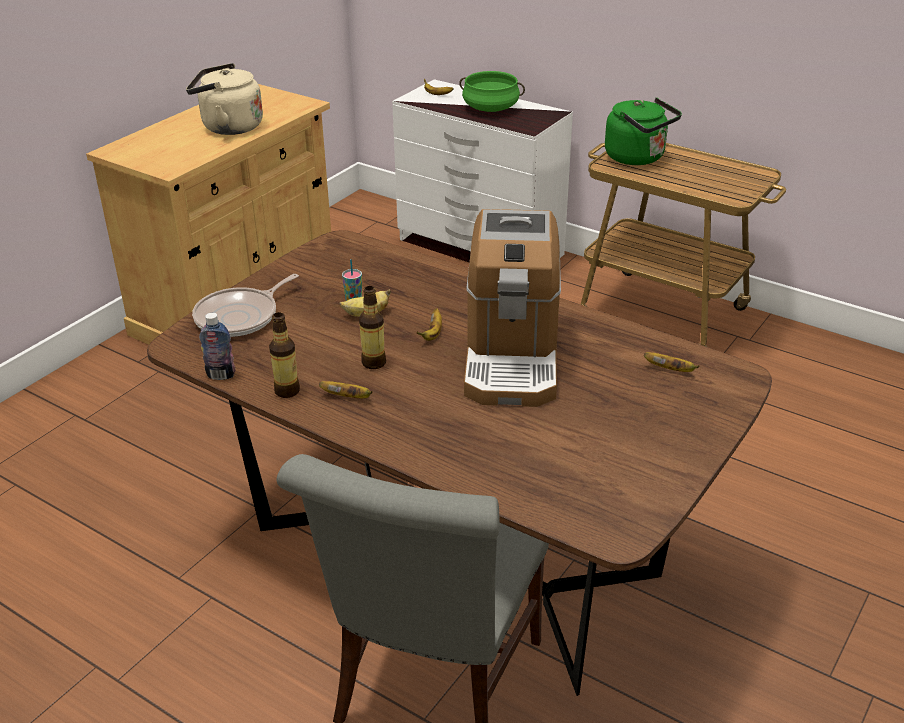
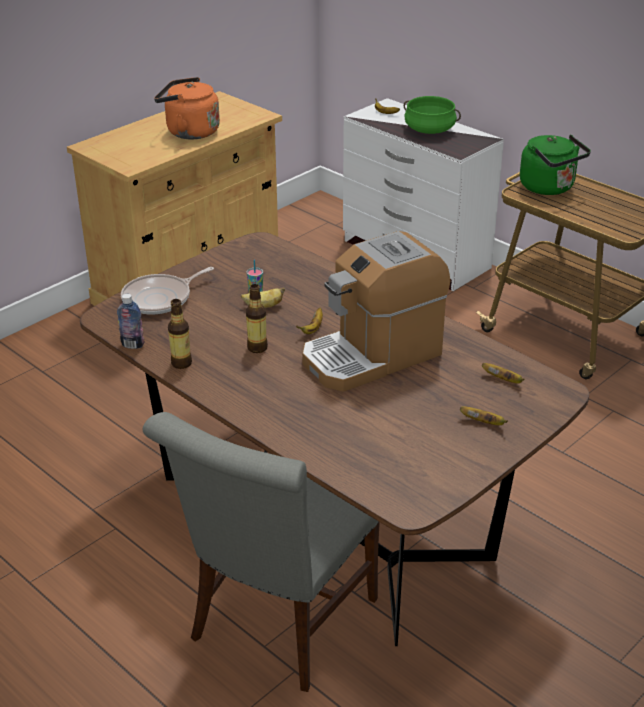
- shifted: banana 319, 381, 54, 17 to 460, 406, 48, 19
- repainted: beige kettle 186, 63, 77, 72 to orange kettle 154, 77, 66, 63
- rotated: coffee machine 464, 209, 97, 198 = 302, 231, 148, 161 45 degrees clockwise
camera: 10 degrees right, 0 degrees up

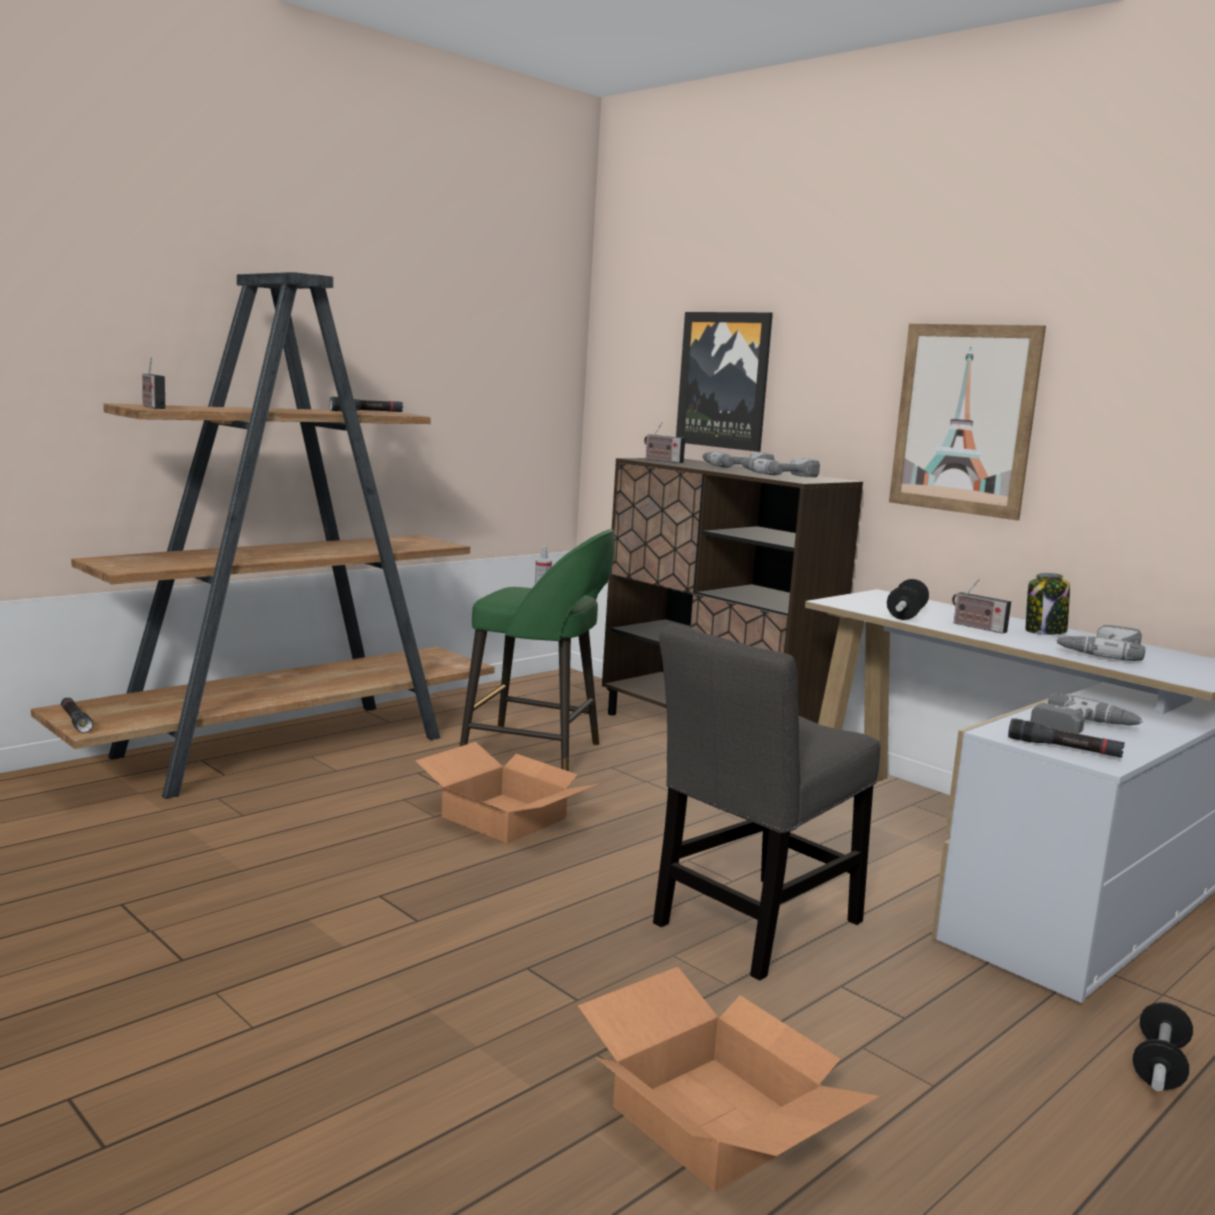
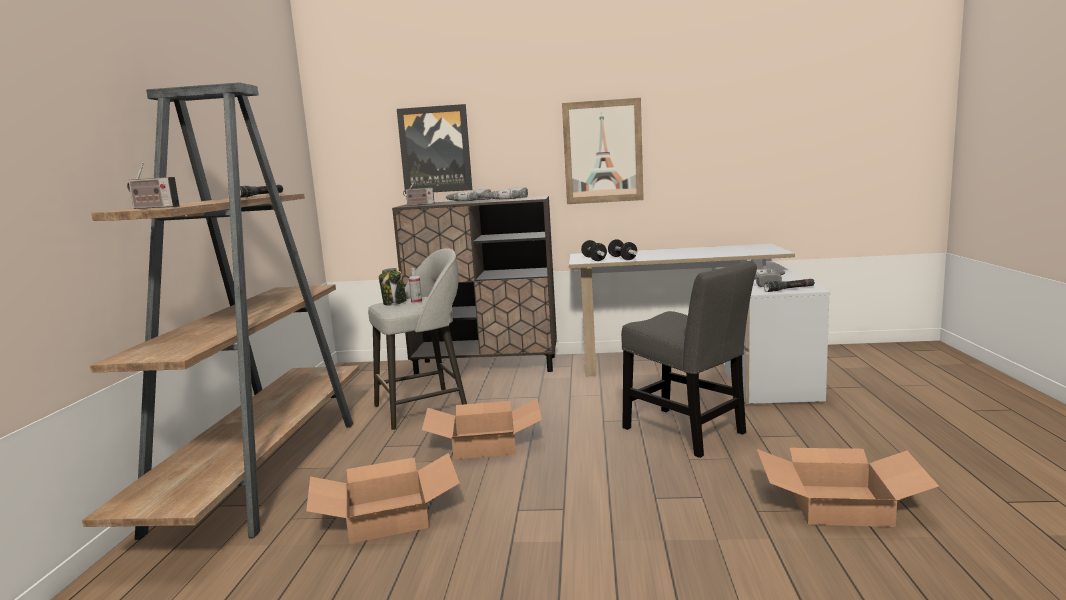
- gone: black flashlight 61, 698, 32, 35
- gone: radio 952, 579, 59, 55
- gone: power drill 1055, 625, 90, 36
- new: cardboard box 306, 453, 154, 91
- shifted: jar 1026, 573, 44, 62 to 379, 268, 28, 38
- shifted: dumbbell 1133, 1002, 60, 89 to 581, 240, 26, 21
- repainted: green stool 460, 529, 155, 242 to grey stool 368, 248, 99, 182
- rotated: grey chair 653, 624, 227, 356 = 621, 261, 136, 197 45 degrees counterclockwise
camera: 40 degrees left, 0 degrees up

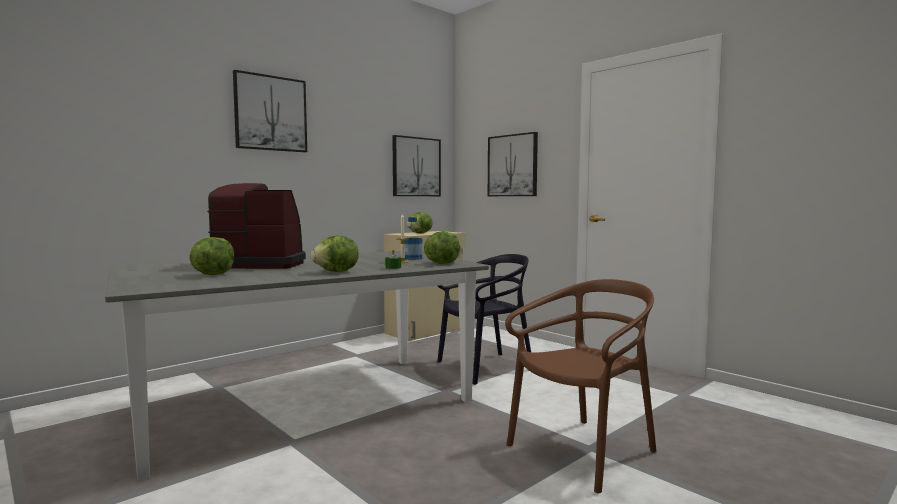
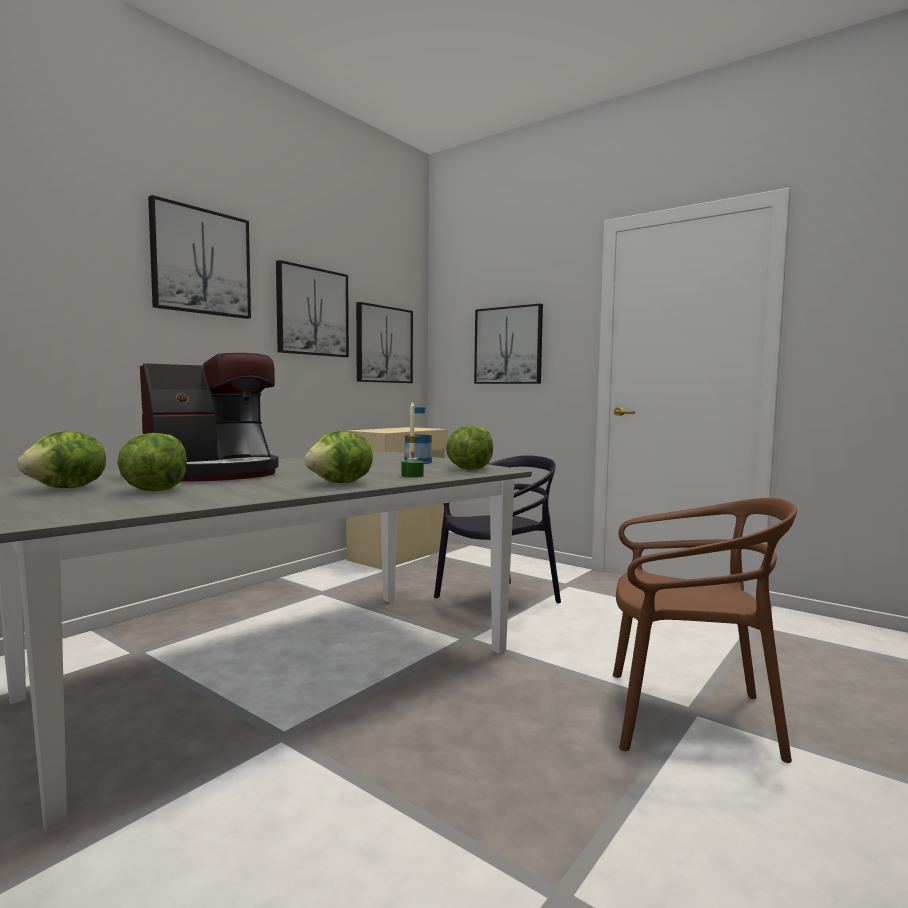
- new: picture 276, 260, 73, 97
- shifted: lettuce 407, 212, 26, 22 to 17, 431, 89, 57
- rotated: coffee machine 207, 183, 99, 86 = 140, 353, 139, 128 150 degrees clockwise
- rotated: brown chair 505, 279, 152, 214 = 613, 498, 184, 265 60 degrees clockwise
camera: 10 degrees left, 0 degrees up

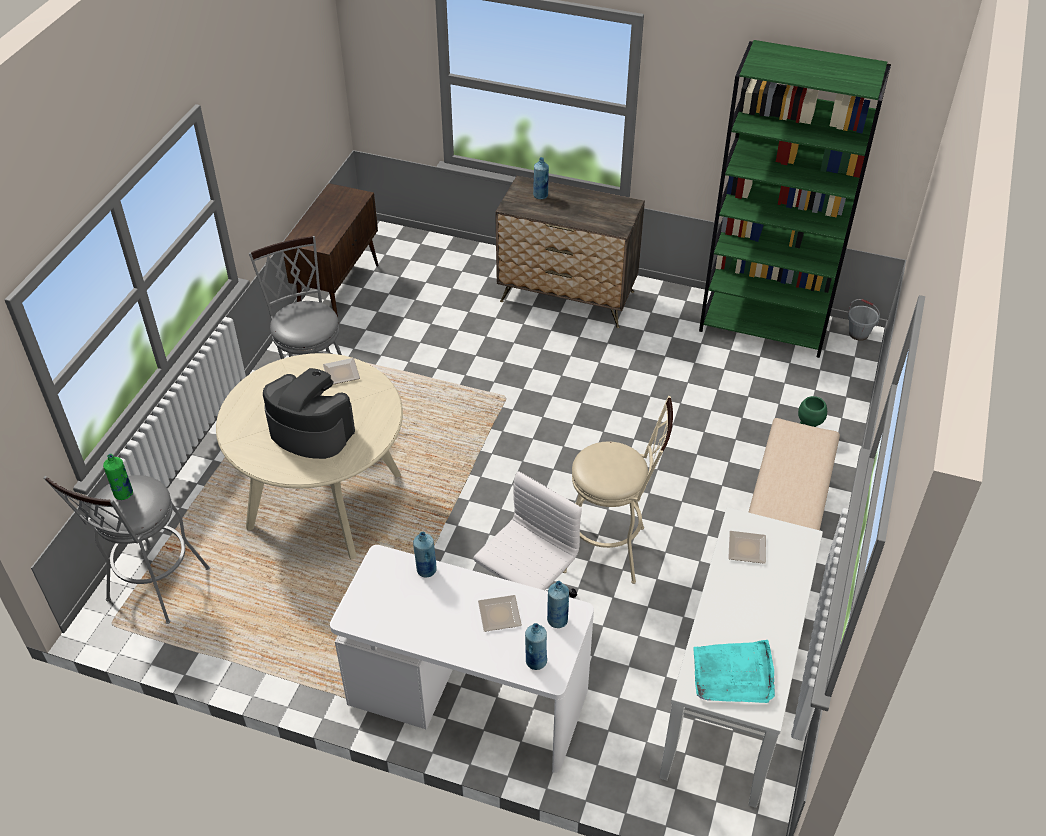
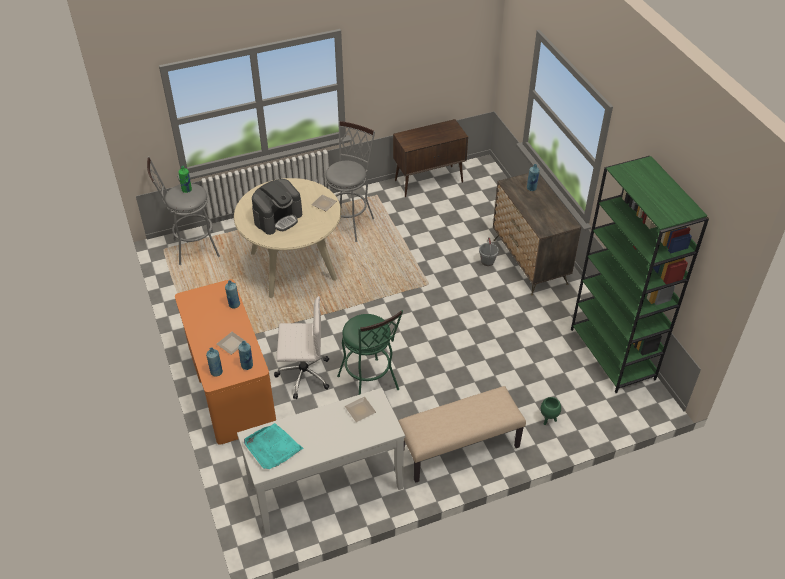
- shifted: grey bucket 848, 299, 32, 42 to 479, 237, 20, 29
- repainted: white desk 330, 545, 264, 228 to orange desk 175, 279, 101, 166
- repainted: beige stool 563, 396, 110, 188 to green stool 337, 310, 66, 85
- rotated: coffee machine 263, 368, 92, 91 = 252, 179, 50, 56 60 degrees clockwise
camera: 50 degrees right, 0 degrees up

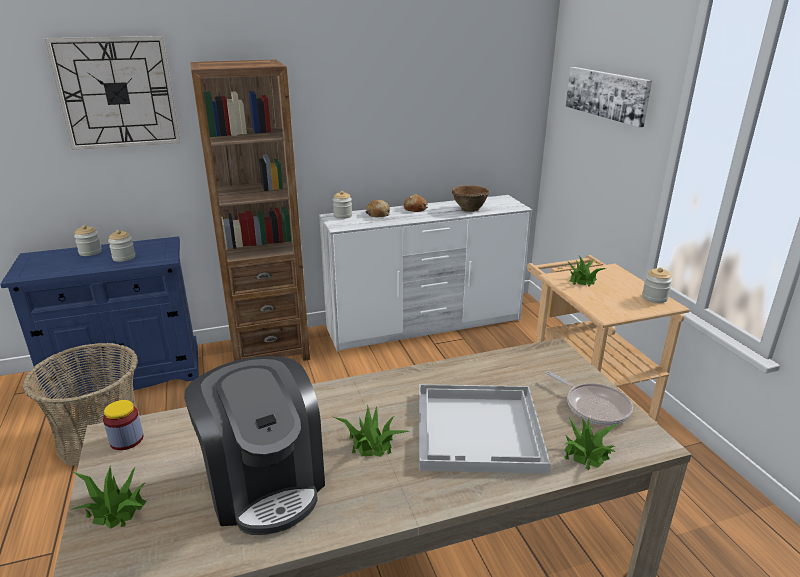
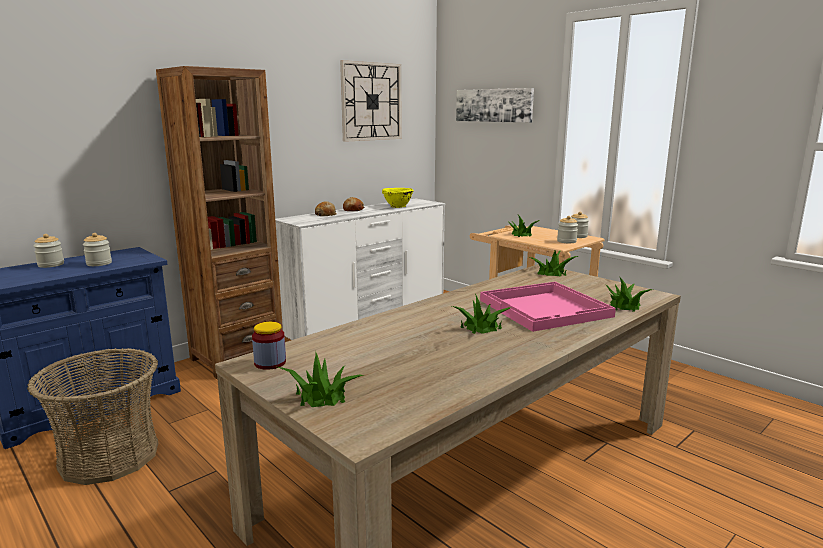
- gone: coffee machine 184, 356, 141, 179
- gone: frying pan 546, 371, 87, 54
- new: potted plant 530, 250, 48, 26
- shifted: wall clock 45, 36, 135, 114 to 340, 60, 62, 82
- shifted: jar 332, 191, 20, 28 to 557, 216, 21, 27
- repainted: white tray 419, 384, 131, 90 to pink tray 480, 282, 136, 50
- repainted: brown bowl 452, 185, 37, 27 to yellow bowl 382, 188, 32, 20
camera: 25 degrees left, 10 degrees down

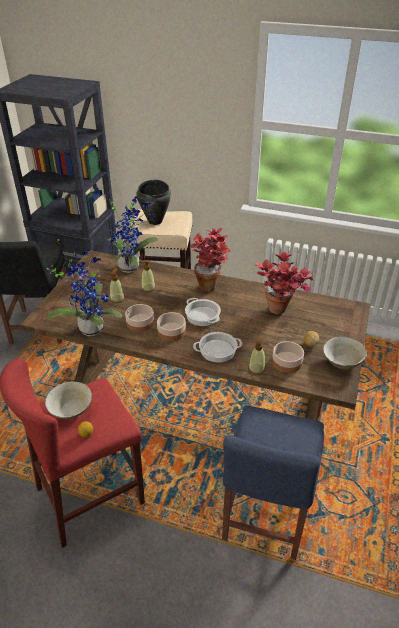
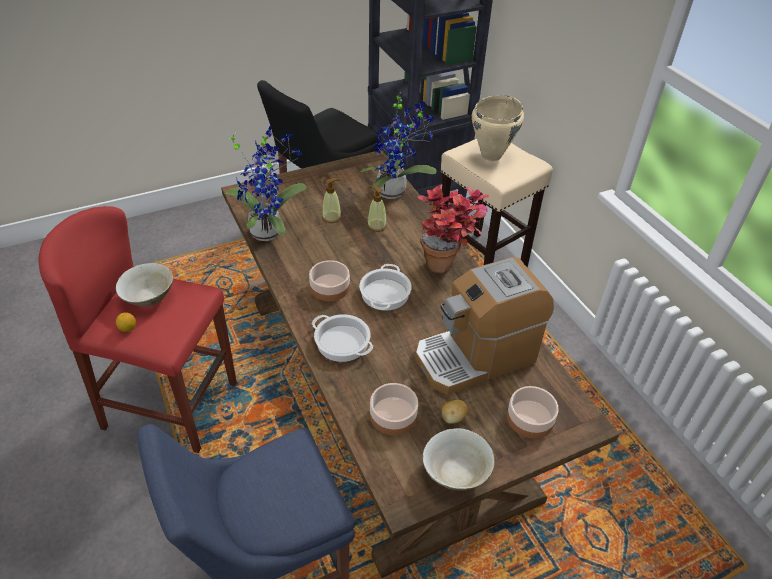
- gone: soap dispenser 248, 335, 17, 40
- shifted: bowl 125, 304, 29, 28 to 507, 386, 52, 53
- swapped: potted plant 255, 252, 58, 63 to coffee machine 415, 257, 139, 138
- repainted: black cooking pot 136, 180, 35, 45 to beige cooking pot 472, 95, 52, 66
camera: 45 degrees right, 5 degrees up

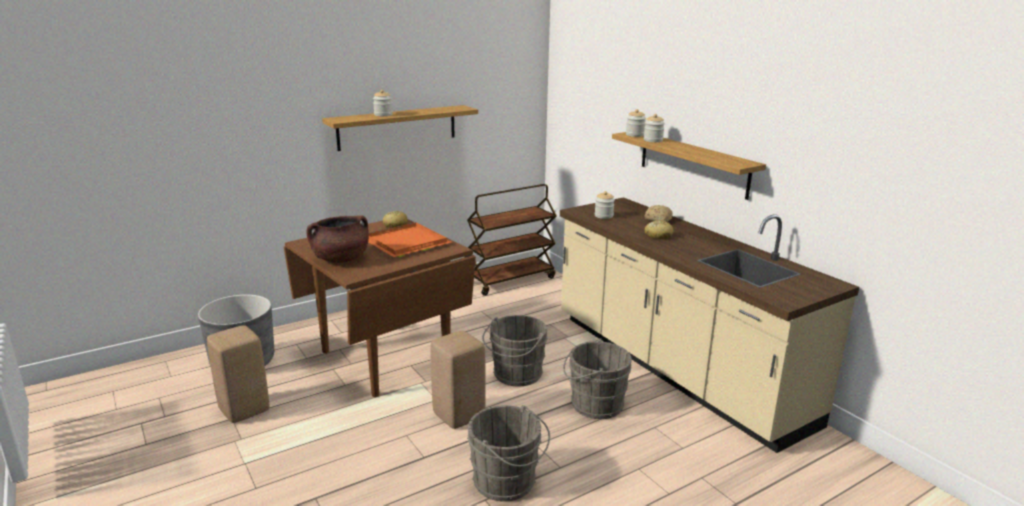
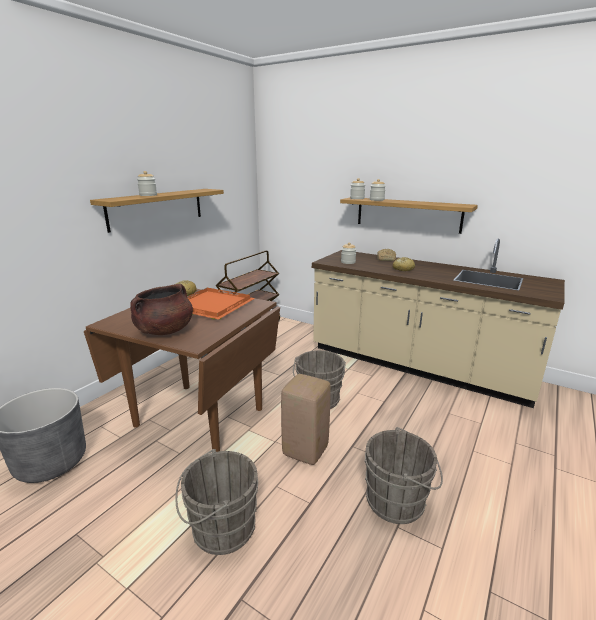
- gone: beige stool 207, 325, 62, 98
- shifted: grey bucket 563, 338, 69, 81 to 175, 449, 83, 106
camera: 25 degrees left, 0 degrees up

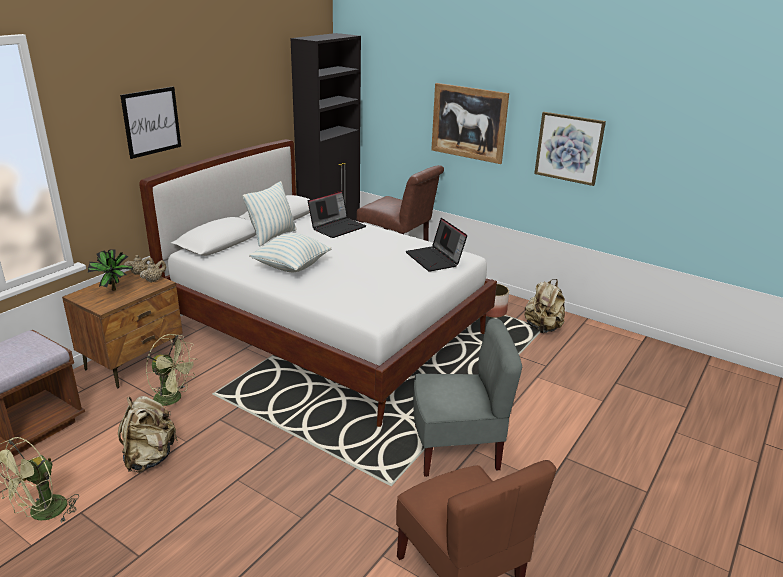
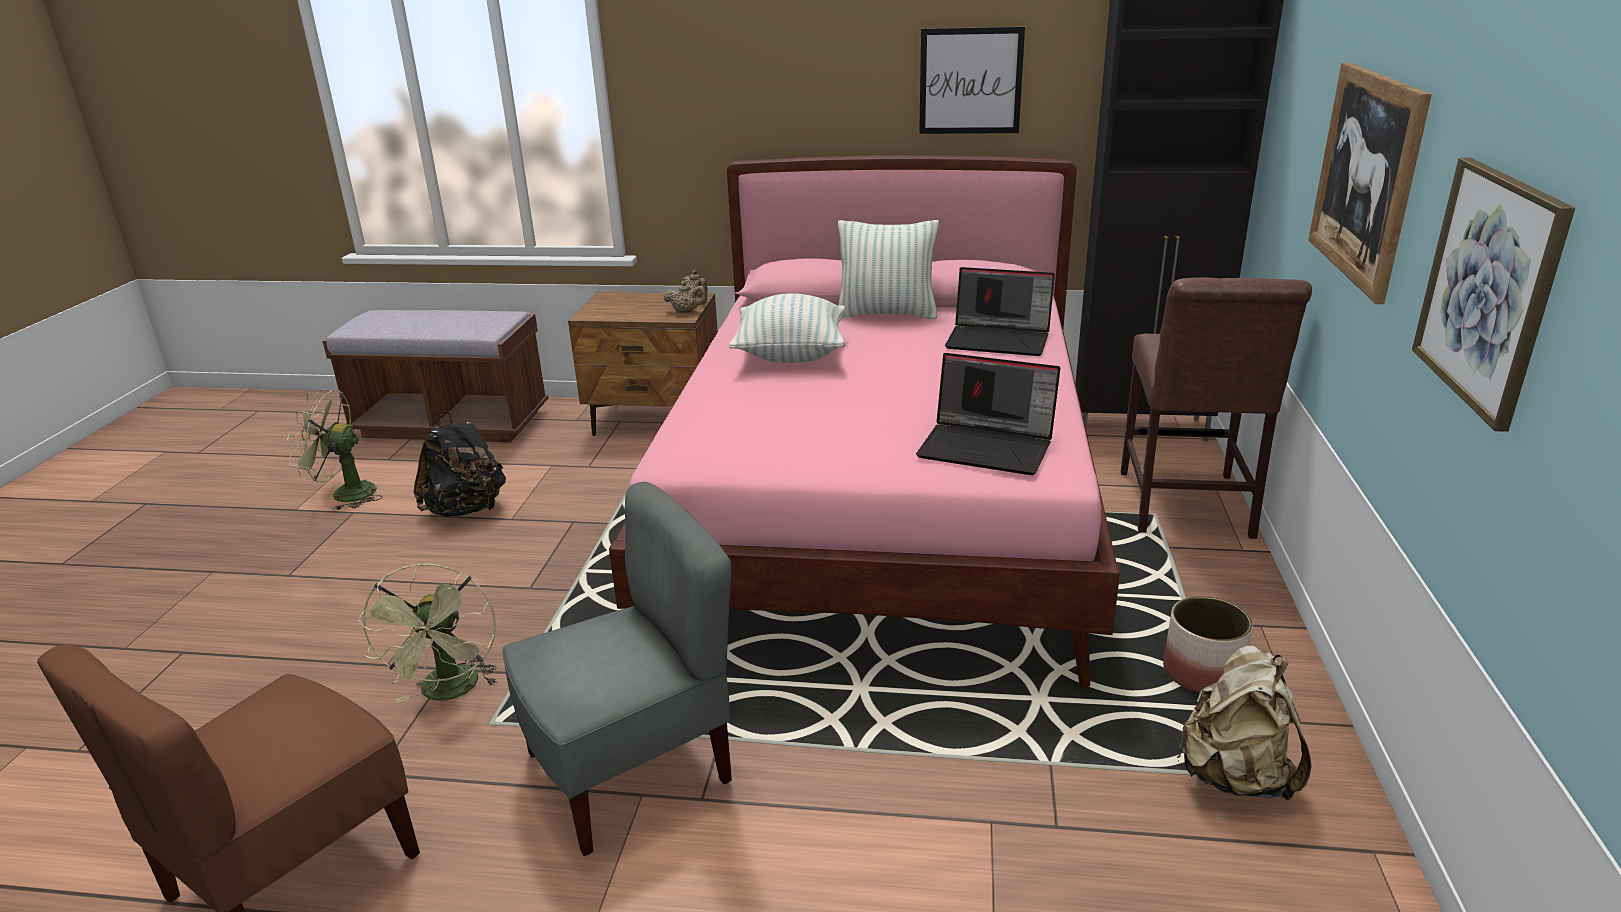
- gone: potted plant 88, 249, 45, 42
- shifted: picture 120, 87, 61, 72 to 919, 27, 106, 107
- shifted: green fan 146, 334, 52, 73 to 357, 563, 141, 140
- repainted: beige backpack 118, 396, 60, 77 to black backpack 414, 411, 92, 106
- repainted: white bed 139, 139, 358, 288 to pink bed 609, 155, 511, 532
- rotated: laptop 405, 218, 62, 54 = 916, 353, 144, 122 105 degrees counterclockwise
- rotated: grey chair 413, 318, 109, 159 = 502, 482, 230, 374 90 degrees counterclockwise
camera: 65 degrees right, 0 degrees up

